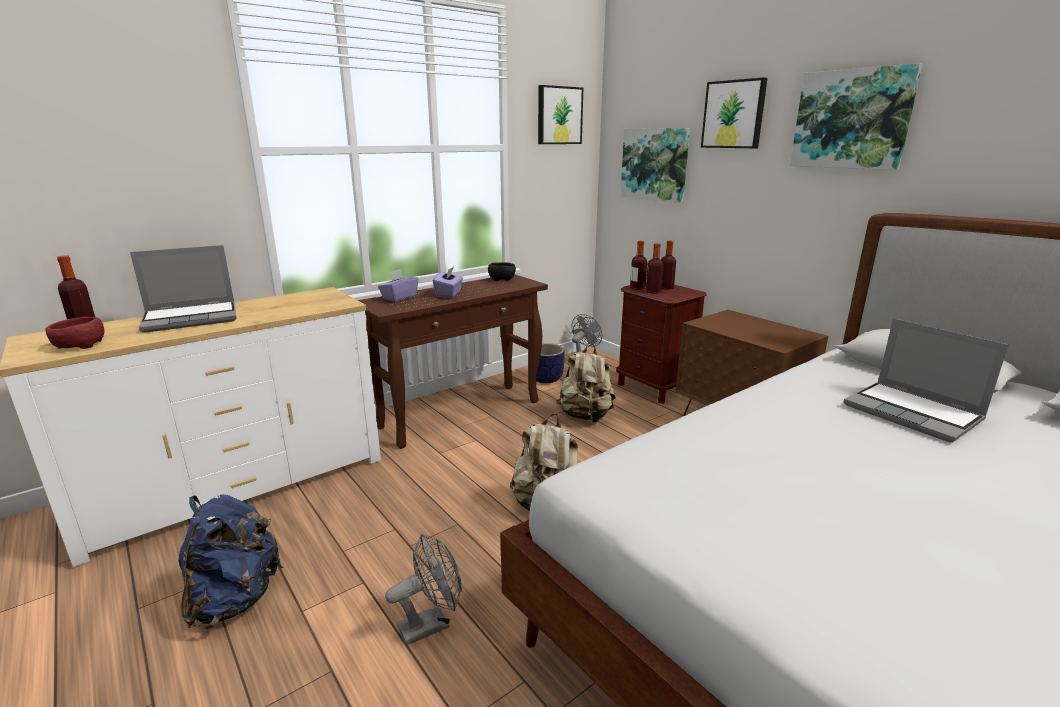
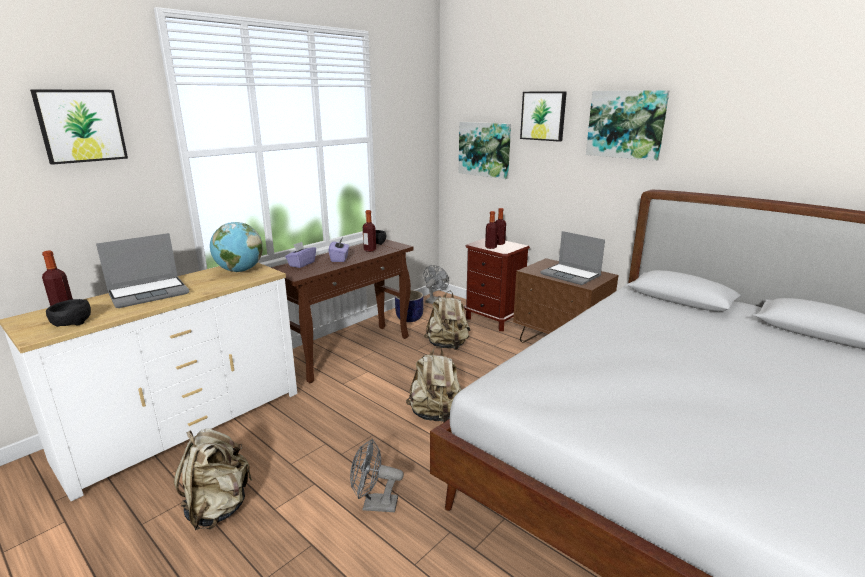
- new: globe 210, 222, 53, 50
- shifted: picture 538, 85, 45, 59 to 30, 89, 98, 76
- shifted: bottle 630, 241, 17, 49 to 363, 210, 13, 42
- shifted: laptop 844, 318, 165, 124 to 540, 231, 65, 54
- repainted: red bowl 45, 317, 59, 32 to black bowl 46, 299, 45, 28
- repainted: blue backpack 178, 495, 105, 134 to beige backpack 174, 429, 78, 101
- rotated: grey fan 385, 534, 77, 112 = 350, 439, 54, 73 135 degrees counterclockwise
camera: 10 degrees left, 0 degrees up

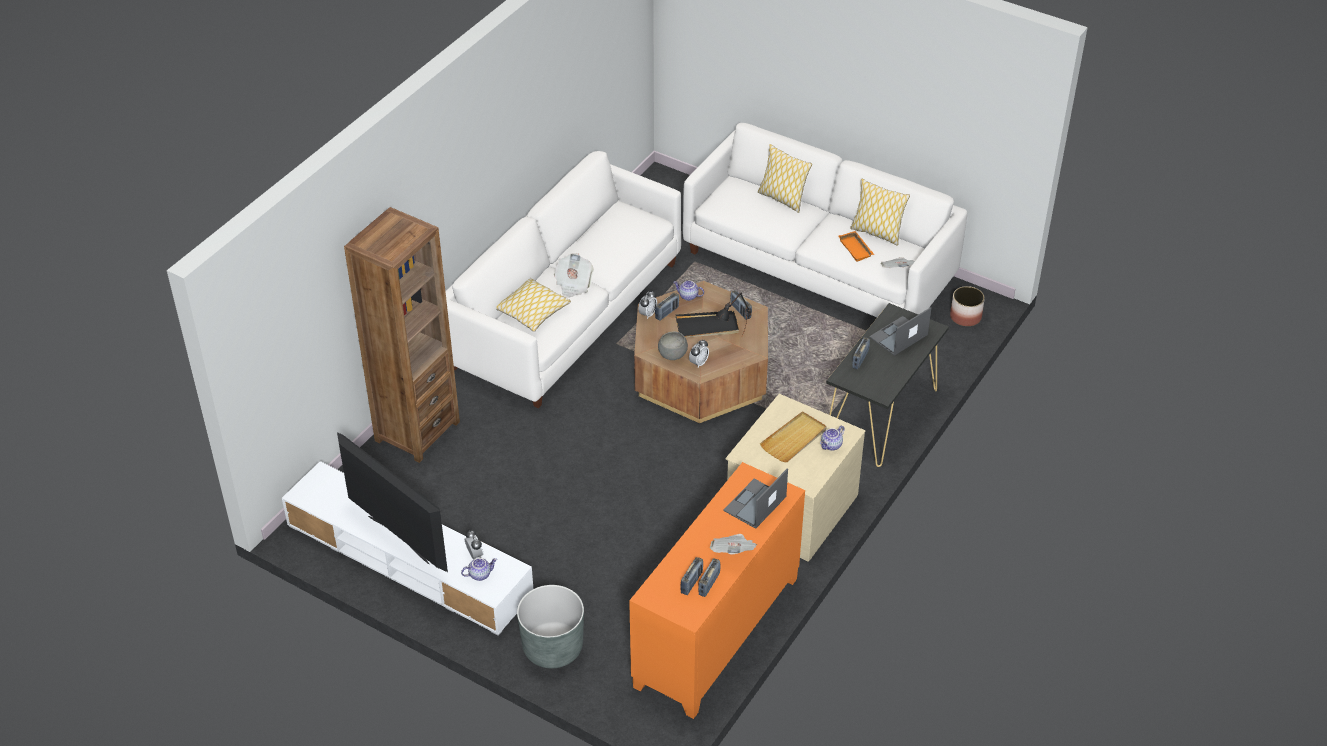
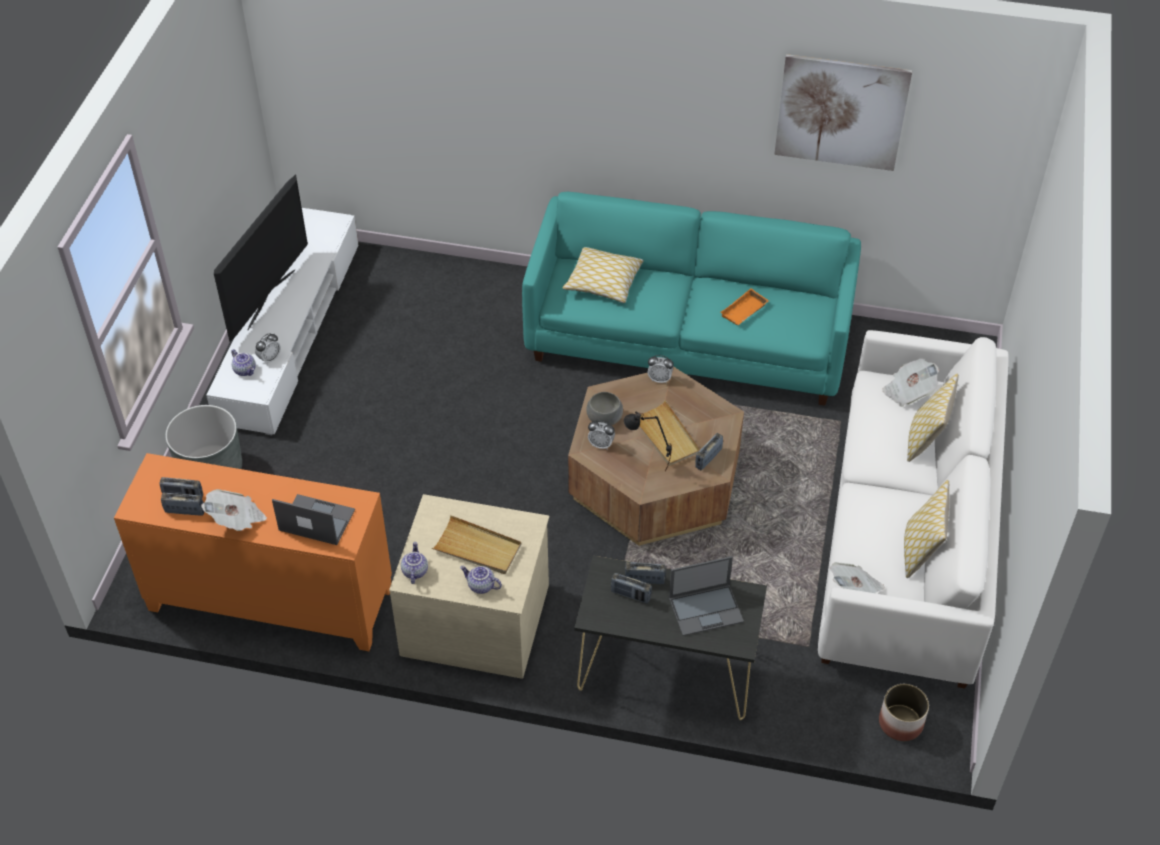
- gone: brown bookcase 344, 207, 116, 256
- new: picture 774, 54, 138, 117
- shifted: newspaper 554, 253, 40, 45 to 882, 359, 57, 48
- shifted: radio 655, 293, 24, 28 to 611, 573, 41, 31
- shifted: teapot 673, 281, 31, 20 to 401, 542, 27, 42
- shifted: orange tray 838, 231, 36, 31 to 720, 288, 49, 37
- repainted: white sofa 445, 151, 236, 257 to turquoise sofa 522, 192, 339, 213
- repainted: black tray 676, 311, 63, 26 to beige tray 639, 400, 61, 66
- rotated: laptop 870, 307, 61, 49 = 669, 556, 75, 80 135 degrees clockwise
camera: 70 degrees right, 5 degrees up

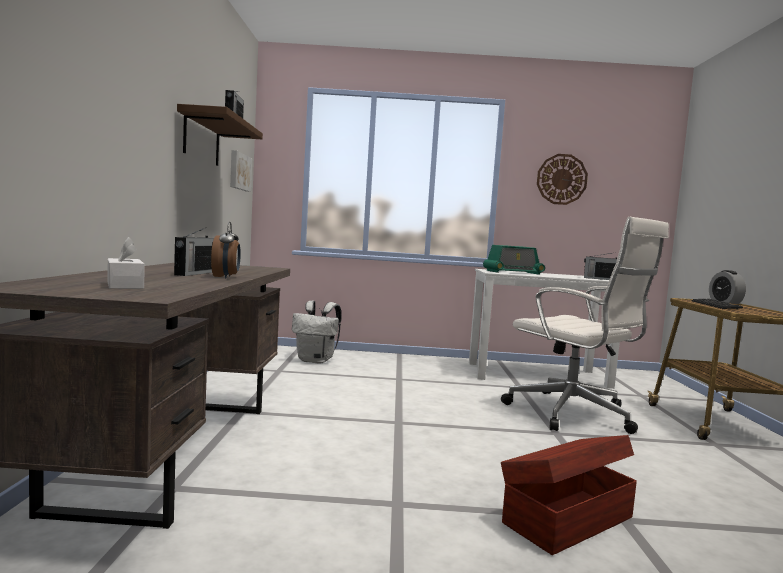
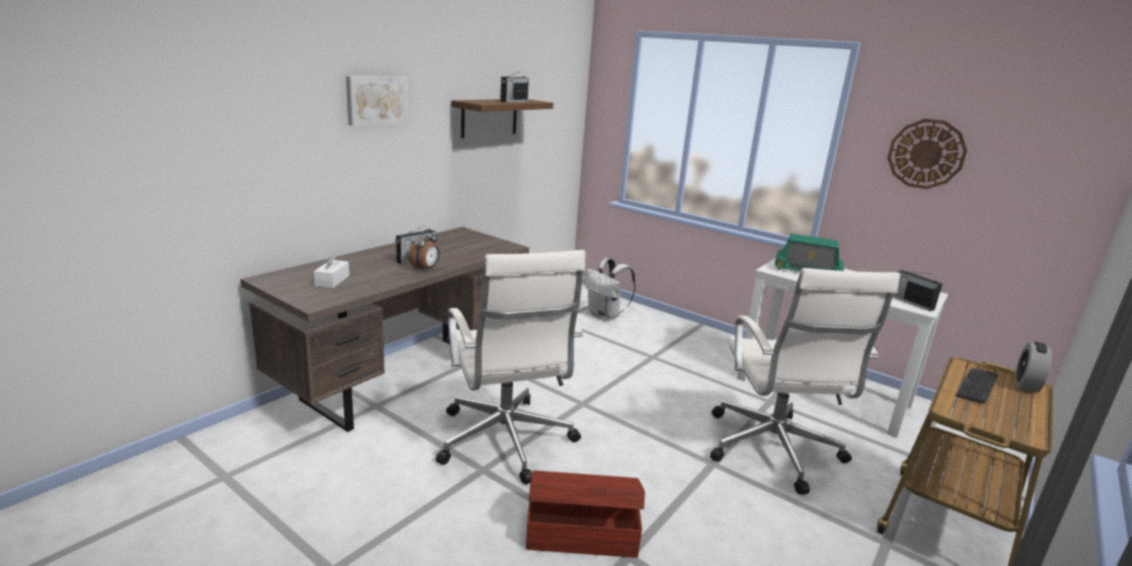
- new: white office chair 436, 250, 150, 234
- shifted: picture 230, 150, 22, 42 to 346, 76, 63, 50
camera: 35 degrees right, 15 degrees up

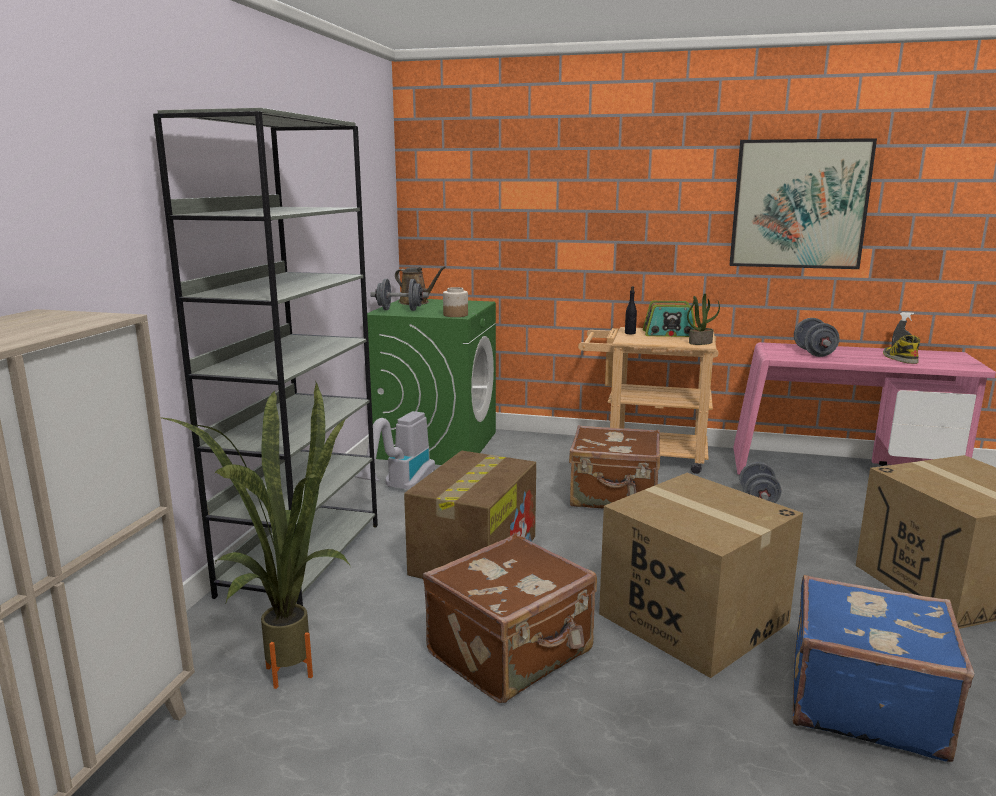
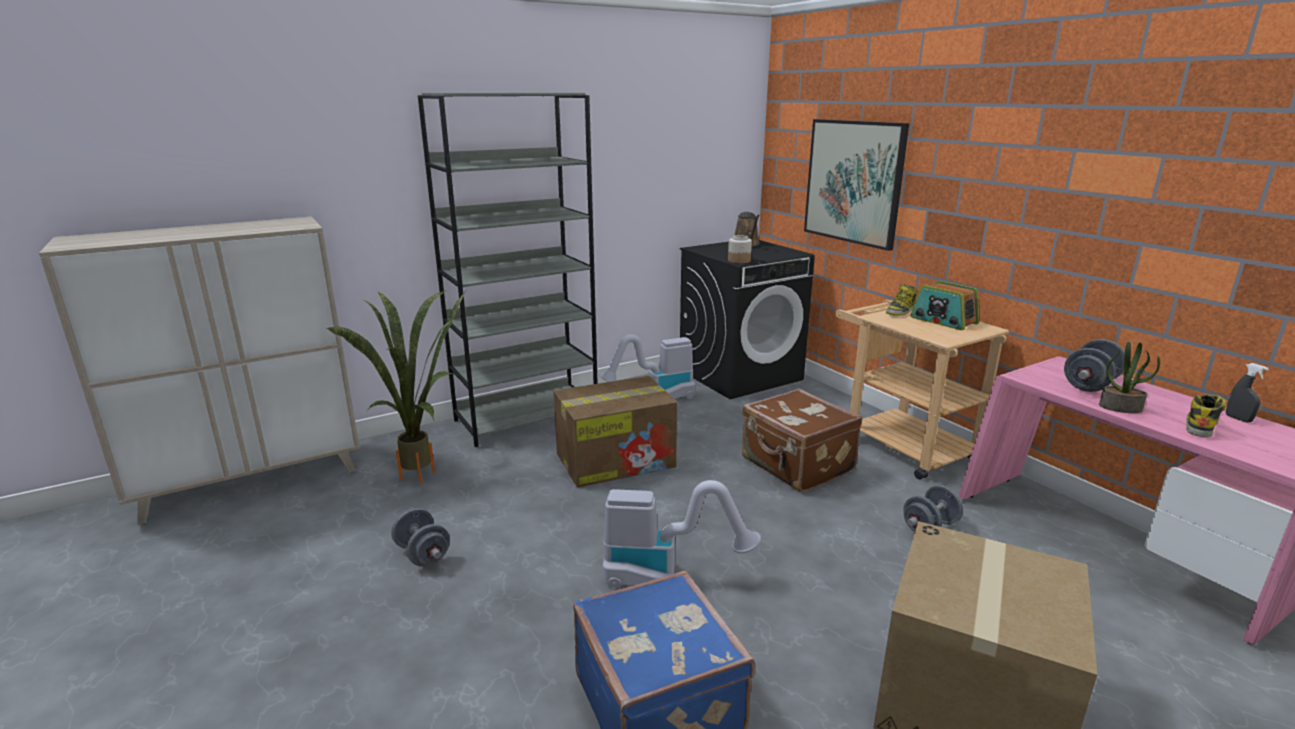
- gone: brown suitcase 423, 533, 174, 170
- shifted: grey dumbbell 370, 279, 59, 32 to 391, 508, 59, 59
- shifted: potted plant 687, 294, 33, 51 to 1099, 342, 61, 71
- shifted: picture 730, 138, 147, 131 to 804, 119, 105, 132
- swapped: cardboard box 599, 473, 204, 205 to vacuum cleaner 603, 480, 158, 109
- swapped: black bottle 625, 286, 12, 48 to boot 886, 284, 31, 32
- repainted: green washing machine 367, 299, 129, 166 to black washing machine 680, 240, 135, 159
camera: 45 degrees right, 5 degrees up

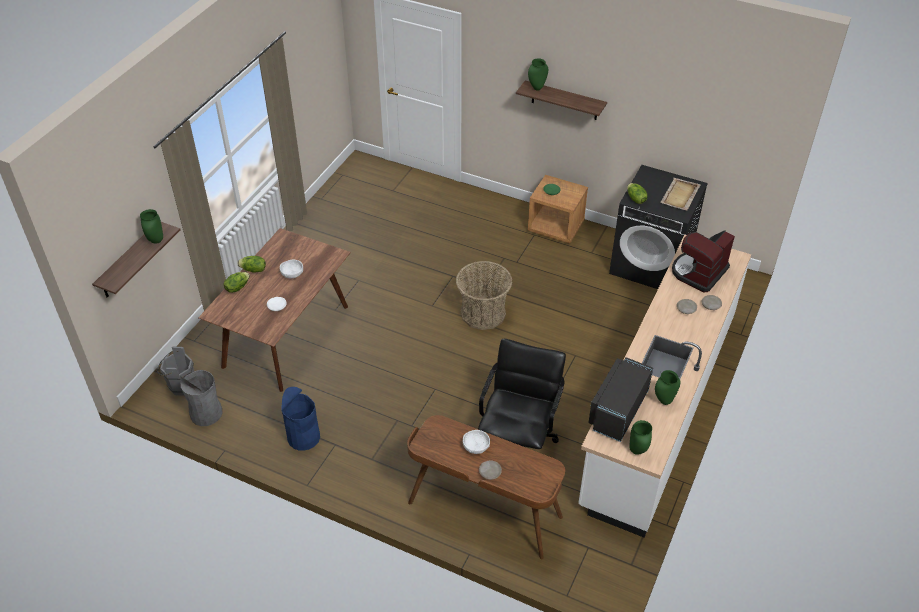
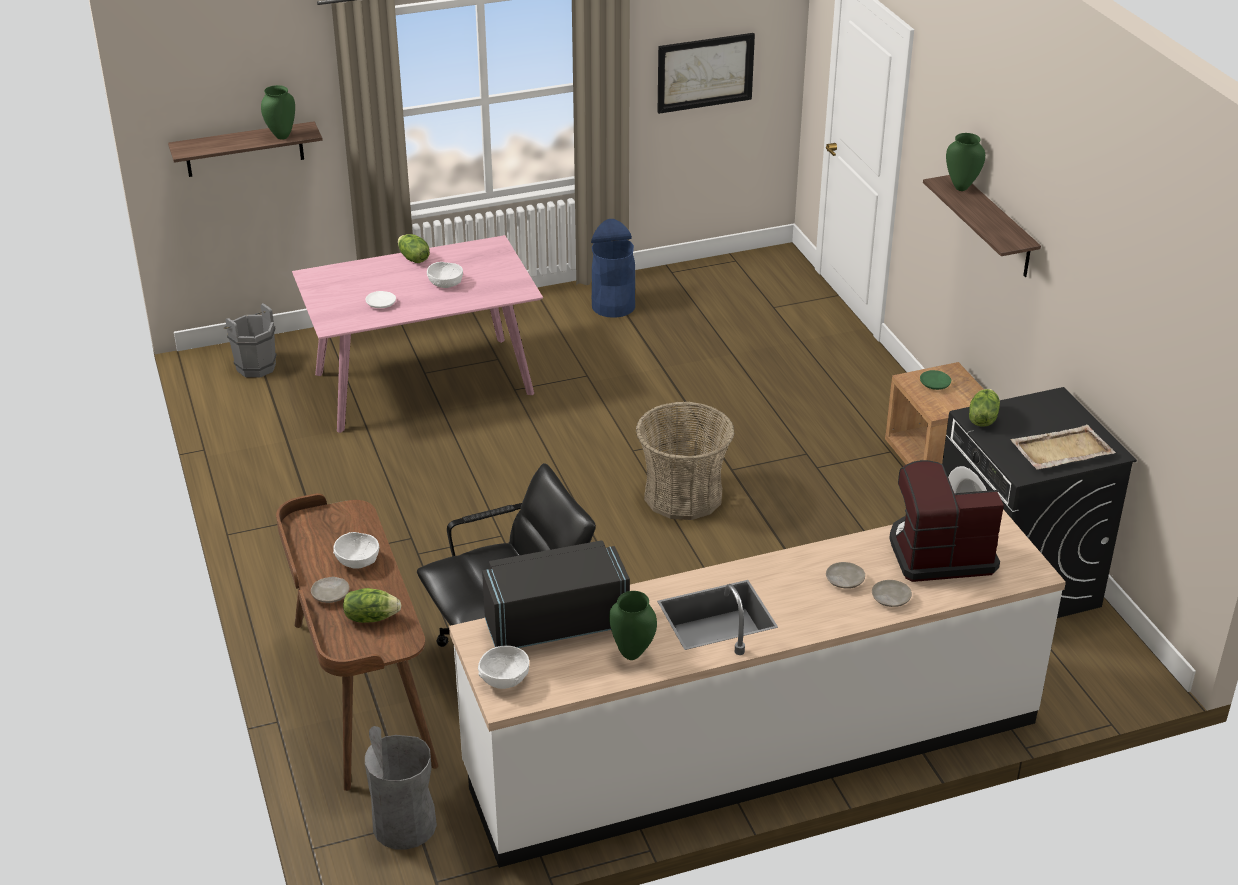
- new: picture 658, 33, 97, 81
- shifted: grey trash can 180, 370, 43, 56 to 365, 726, 72, 123
- shifted: lettuce 223, 272, 27, 21 to 343, 588, 58, 35
- shifted: blue trash can 281, 387, 39, 64 to 591, 219, 44, 99
- swapped: green vase 629, 420, 23, 35 to white bowl 478, 646, 51, 43
- repainted: brown dining table 198, 228, 153, 164 to pink dining table 292, 235, 251, 198
camera: 45 degrees right, 10 degrees down

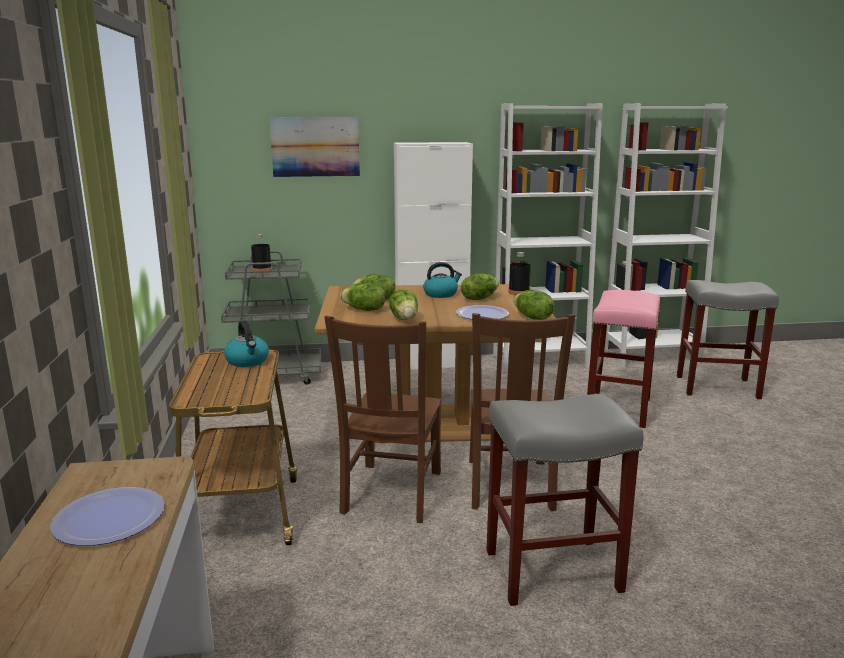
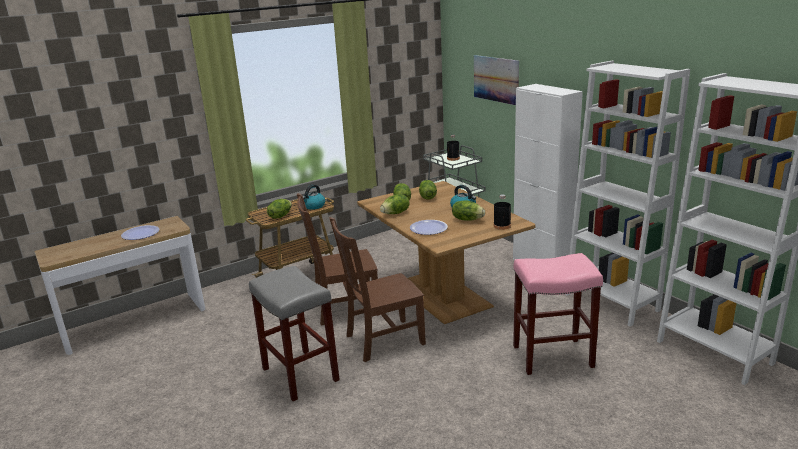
- gone: grey stool 677, 280, 102, 119
- shifted: lettuce 514, 290, 41, 30 to 267, 199, 25, 20
camera: 65 degrees right, 5 degrees up

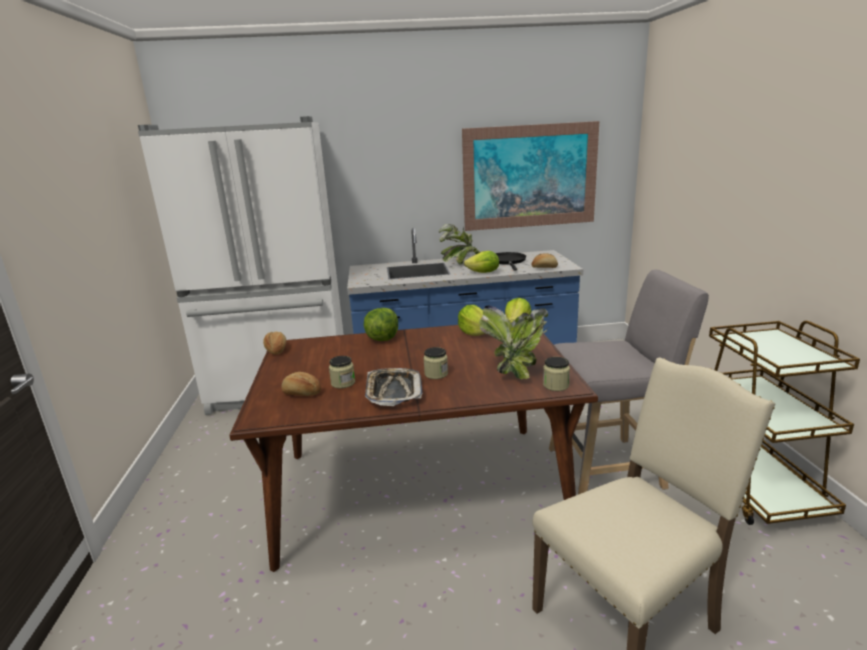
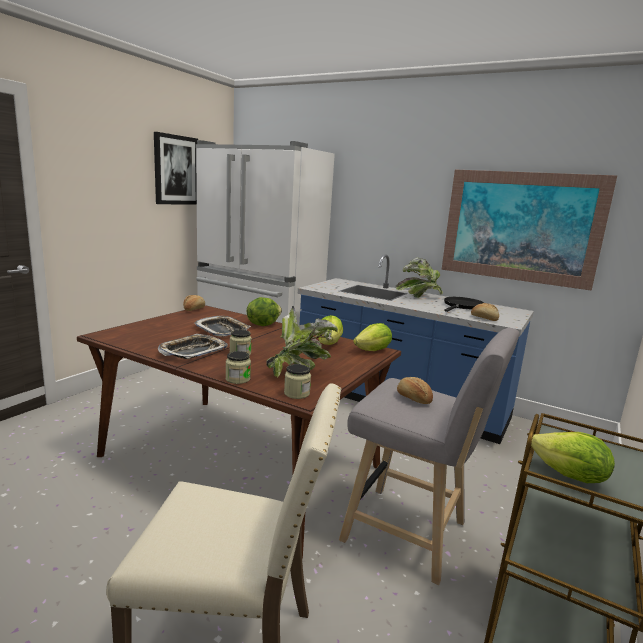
- new: picture 154, 132, 44, 73
- new: tray 195, 316, 56, 21
- shifted: bread 281, 372, 40, 24 to 397, 377, 36, 27
- shifted: jar 329, 356, 26, 33 to 226, 351, 25, 33
- shifted: lettuce 464, 251, 35, 22 to 531, 432, 84, 51
camera: 35 degrees right, 5 degrees down

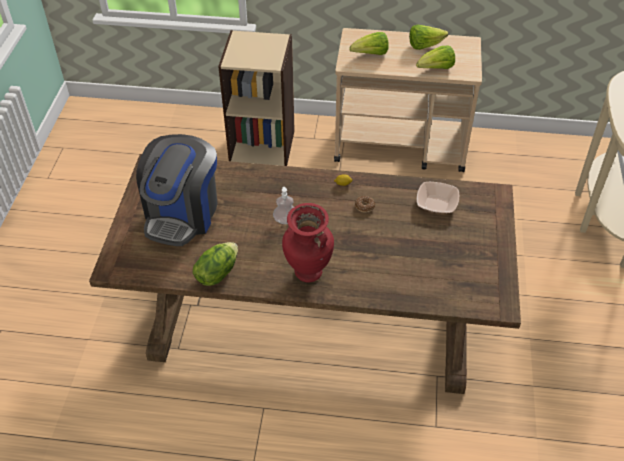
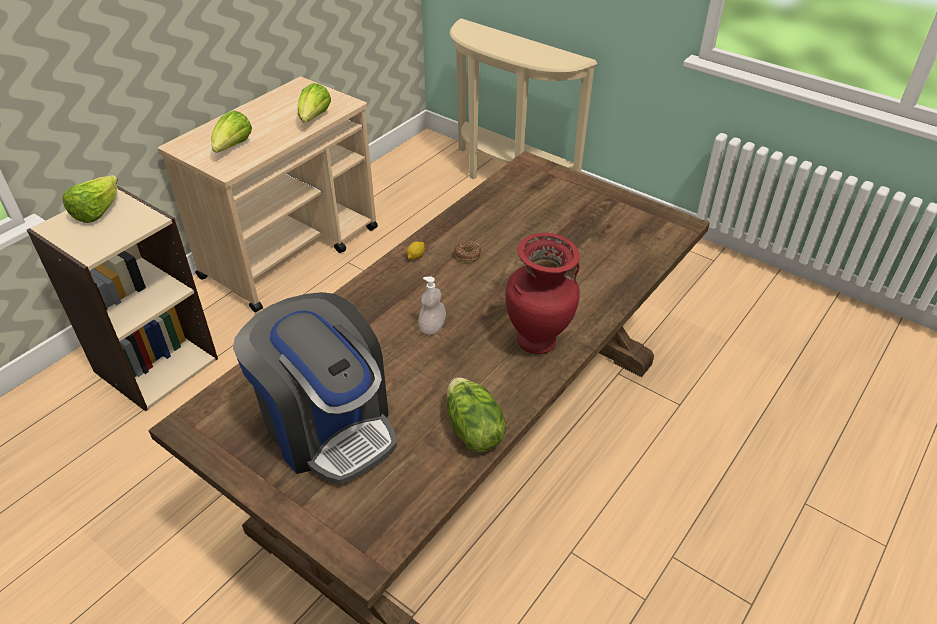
- gone: bowl 417, 182, 42, 31
- shifted: lettuce 409, 25, 39, 25 to 62, 175, 56, 48
camera: 60 degrees left, 5 degrees down

